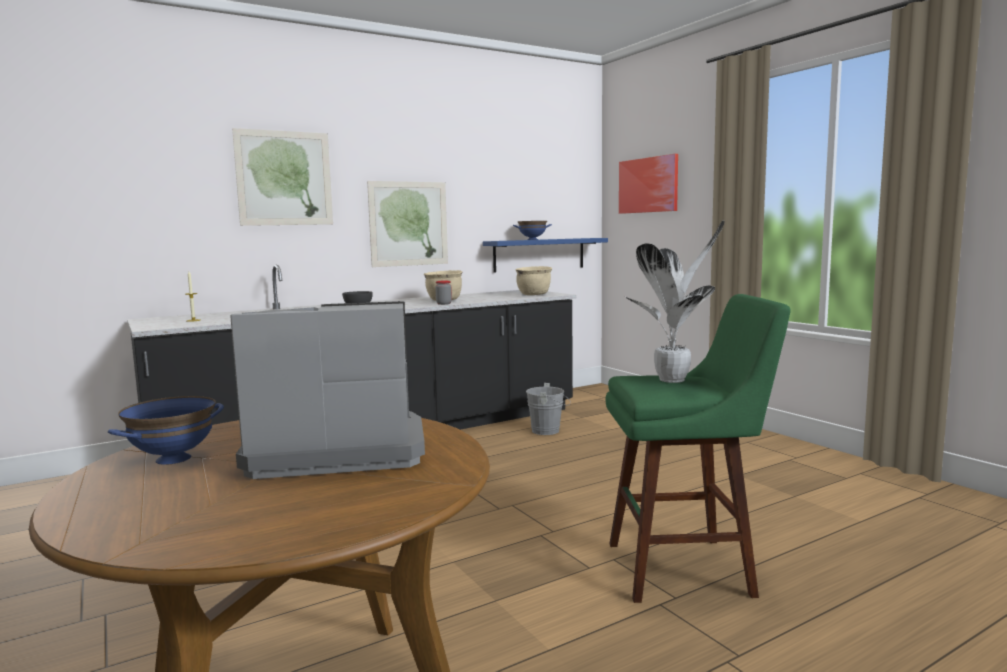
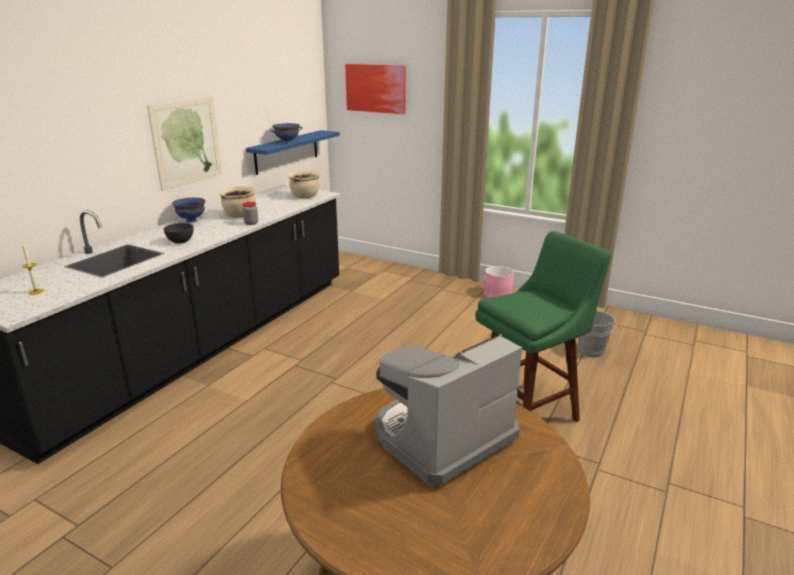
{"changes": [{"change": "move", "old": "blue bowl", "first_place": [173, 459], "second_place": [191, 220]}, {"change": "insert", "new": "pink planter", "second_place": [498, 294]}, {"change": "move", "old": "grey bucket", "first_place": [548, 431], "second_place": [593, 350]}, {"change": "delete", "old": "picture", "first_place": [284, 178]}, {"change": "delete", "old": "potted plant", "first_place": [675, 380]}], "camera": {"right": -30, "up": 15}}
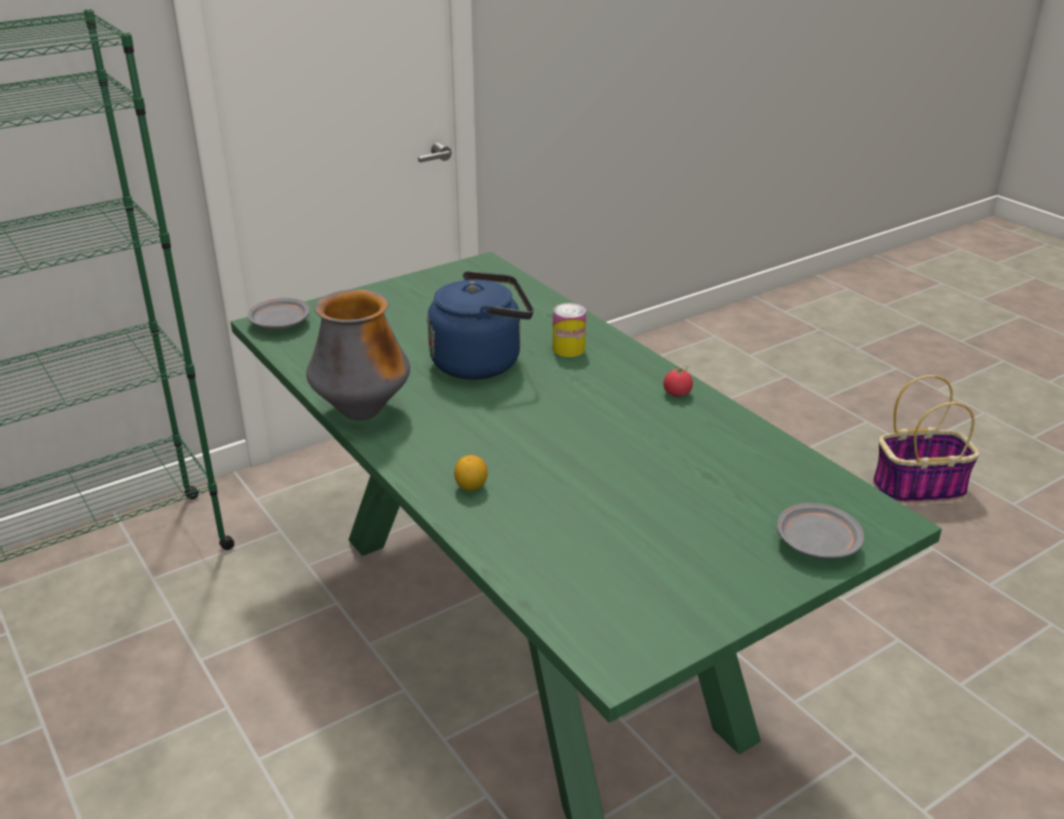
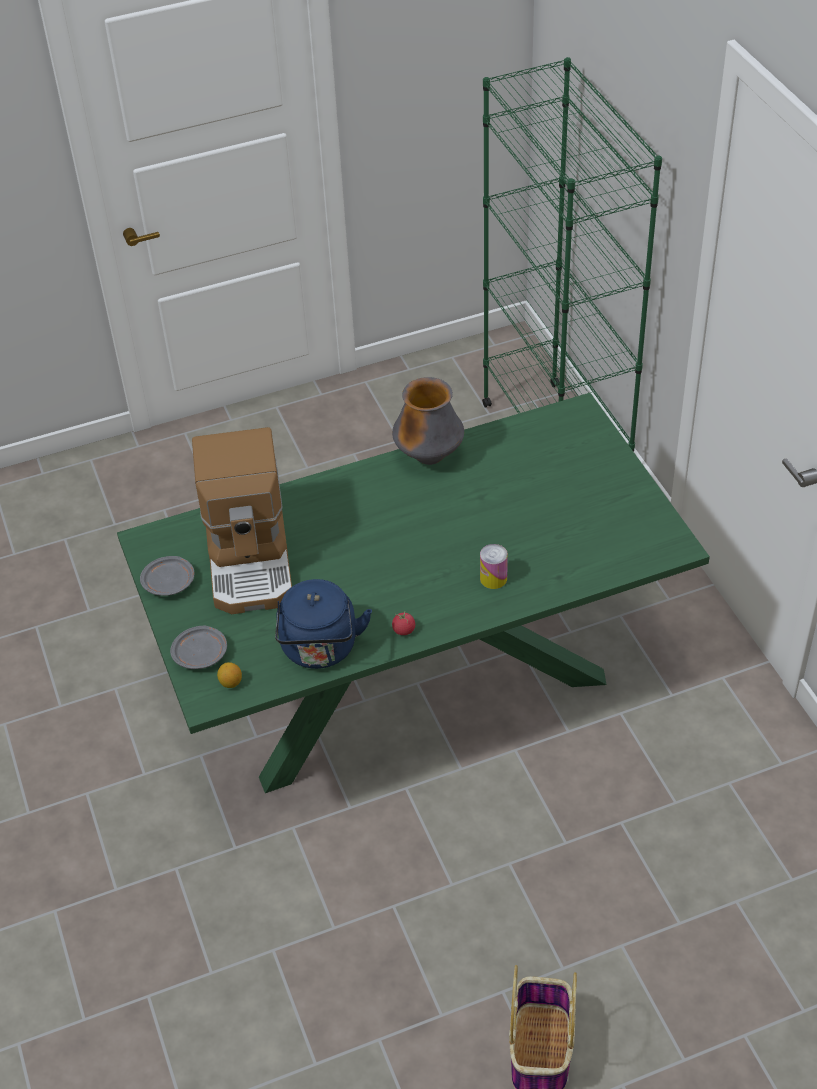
{"changes": [{"change": "move", "old": "grey plate", "first_place": [280, 323], "second_place": [169, 582]}, {"change": "insert", "new": "coffee machine", "second_place": [251, 559]}, {"change": "move", "old": "lemon", "first_place": [471, 487], "second_place": [230, 683]}, {"change": "move", "old": "blue kettle", "first_place": [482, 362], "second_place": [320, 650]}], "camera": {"right": 105, "up": 15}}
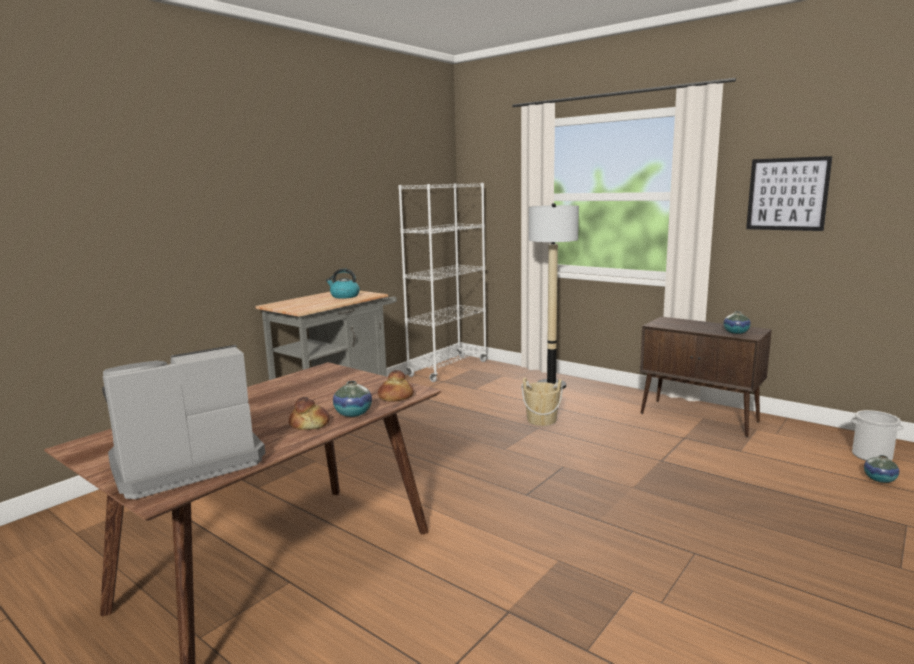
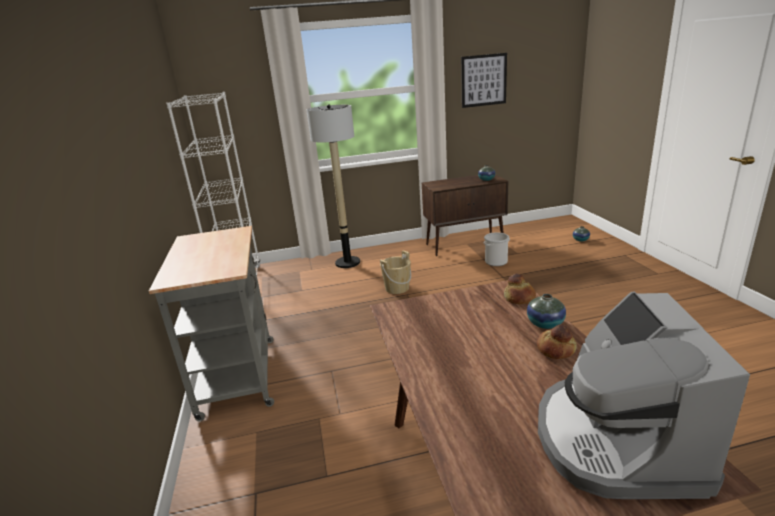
{"changes": [{"change": "move", "old": "bucket", "first_place": [872, 456], "second_place": [496, 261]}, {"change": "delete", "old": "kettle", "first_place": [344, 296]}], "camera": {"right": -50, "up": 10}}
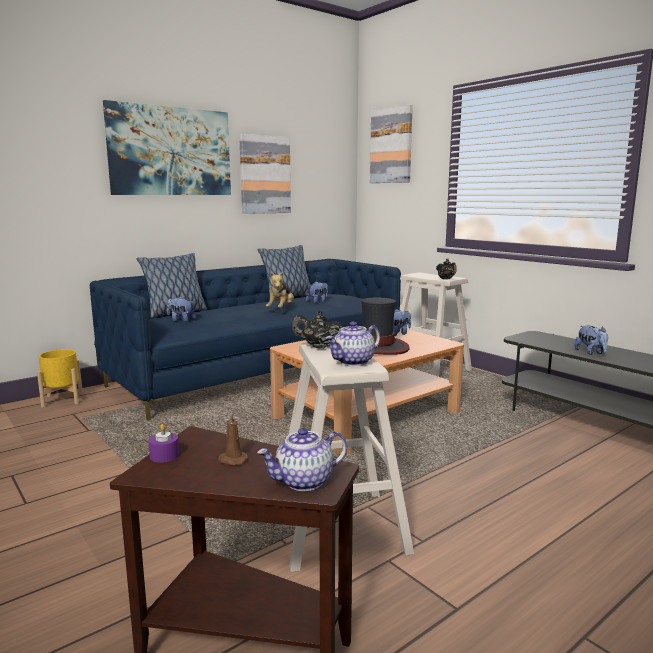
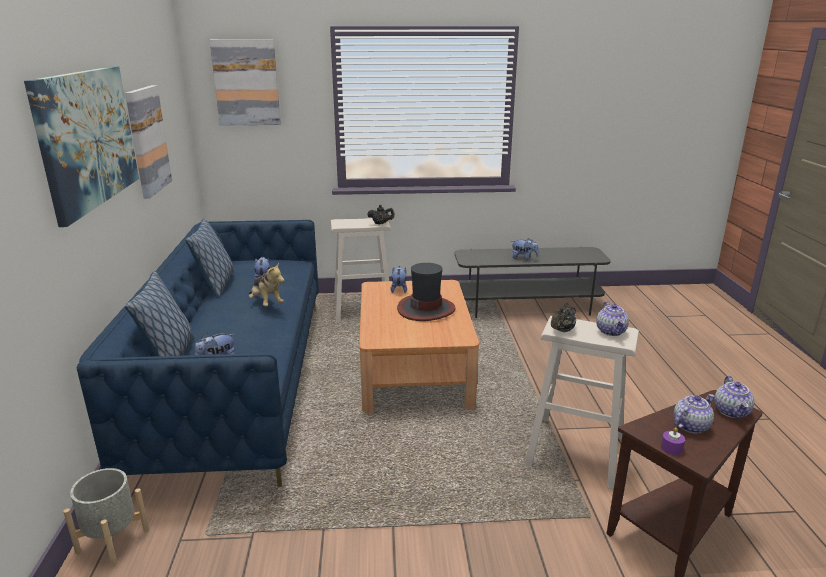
{"changes": [{"change": "recolor", "old": "yellow planter", "new": "grey planter", "first_place": [62, 400], "second_place": [112, 541]}, {"change": "replace", "old": "brown candle", "new": "teapot", "first_place": [232, 460], "second_place": [690, 425]}], "camera": {"right": -55, "up": 10}}
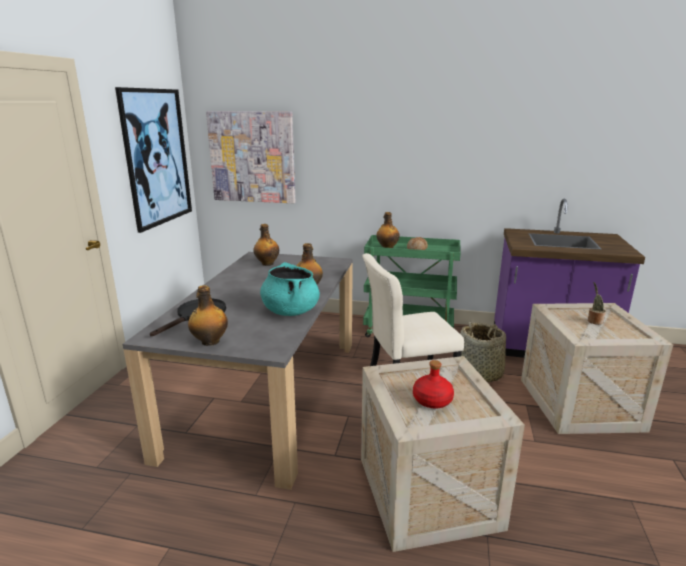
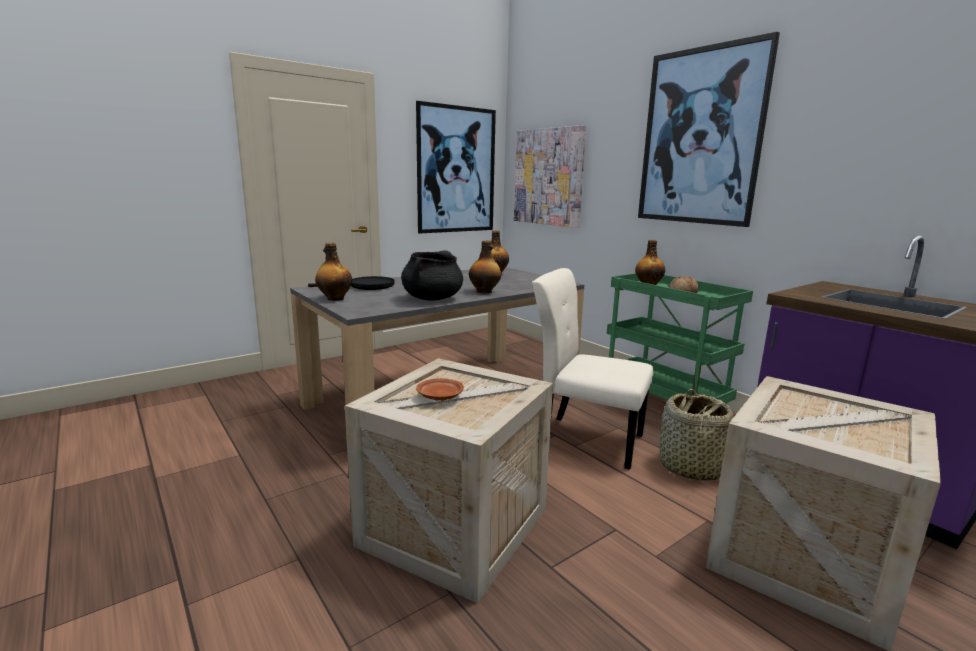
{"changes": [{"change": "recolor", "old": "turquoise cooking pot", "new": "black cooking pot", "first_place": [290, 311], "second_place": [432, 299]}, {"change": "replace", "old": "red bottle", "new": "brown plate", "first_place": [432, 400], "second_place": [439, 396]}, {"change": "insert", "new": "picture", "second_place": [700, 137]}, {"change": "delete", "old": "potted plant", "first_place": [594, 321]}], "camera": {"right": 40, "up": -5}}
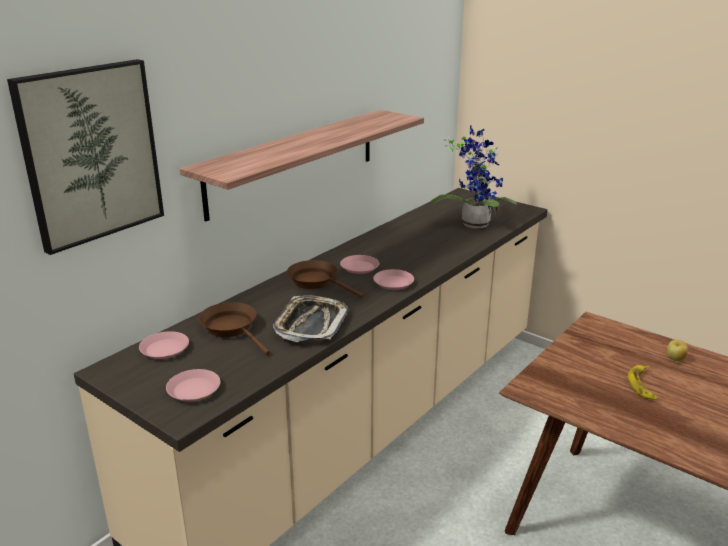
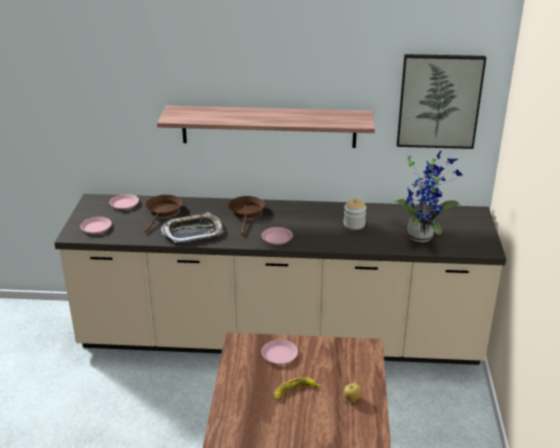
{"changes": [{"change": "move", "old": "pink plate", "first_place": [360, 267], "second_place": [279, 355]}, {"change": "insert", "new": "jar", "second_place": [354, 224]}, {"change": "move", "old": "picture", "first_place": [91, 154], "second_place": [439, 101]}], "camera": {"right": 55, "up": 5}}
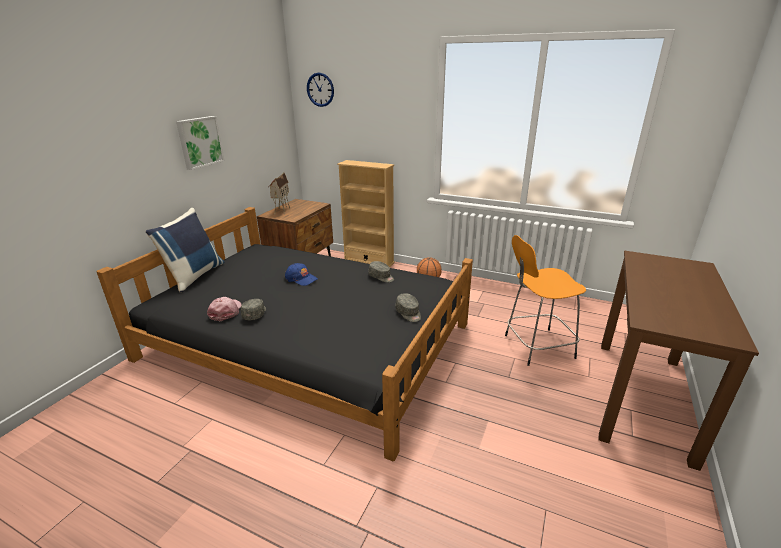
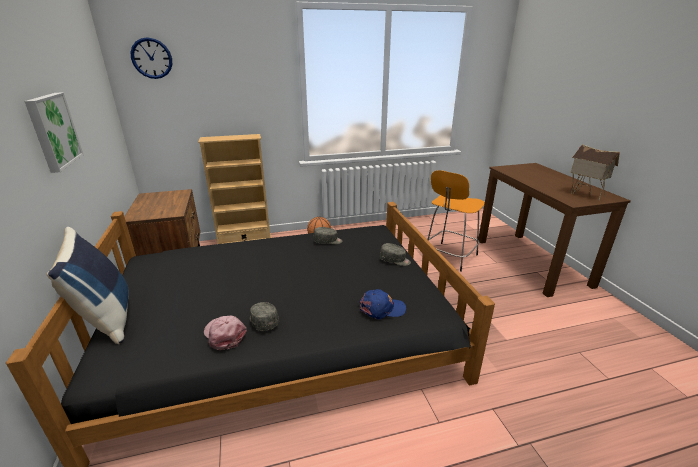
{"changes": [{"change": "move", "old": "blue cap", "first_place": [301, 278], "second_place": [382, 309]}, {"change": "move", "old": "toy house", "first_place": [281, 210], "second_place": [584, 195]}], "camera": {"right": -40, "up": 0}}
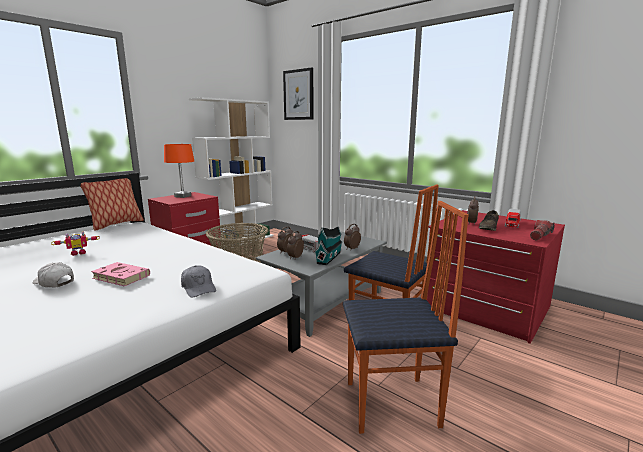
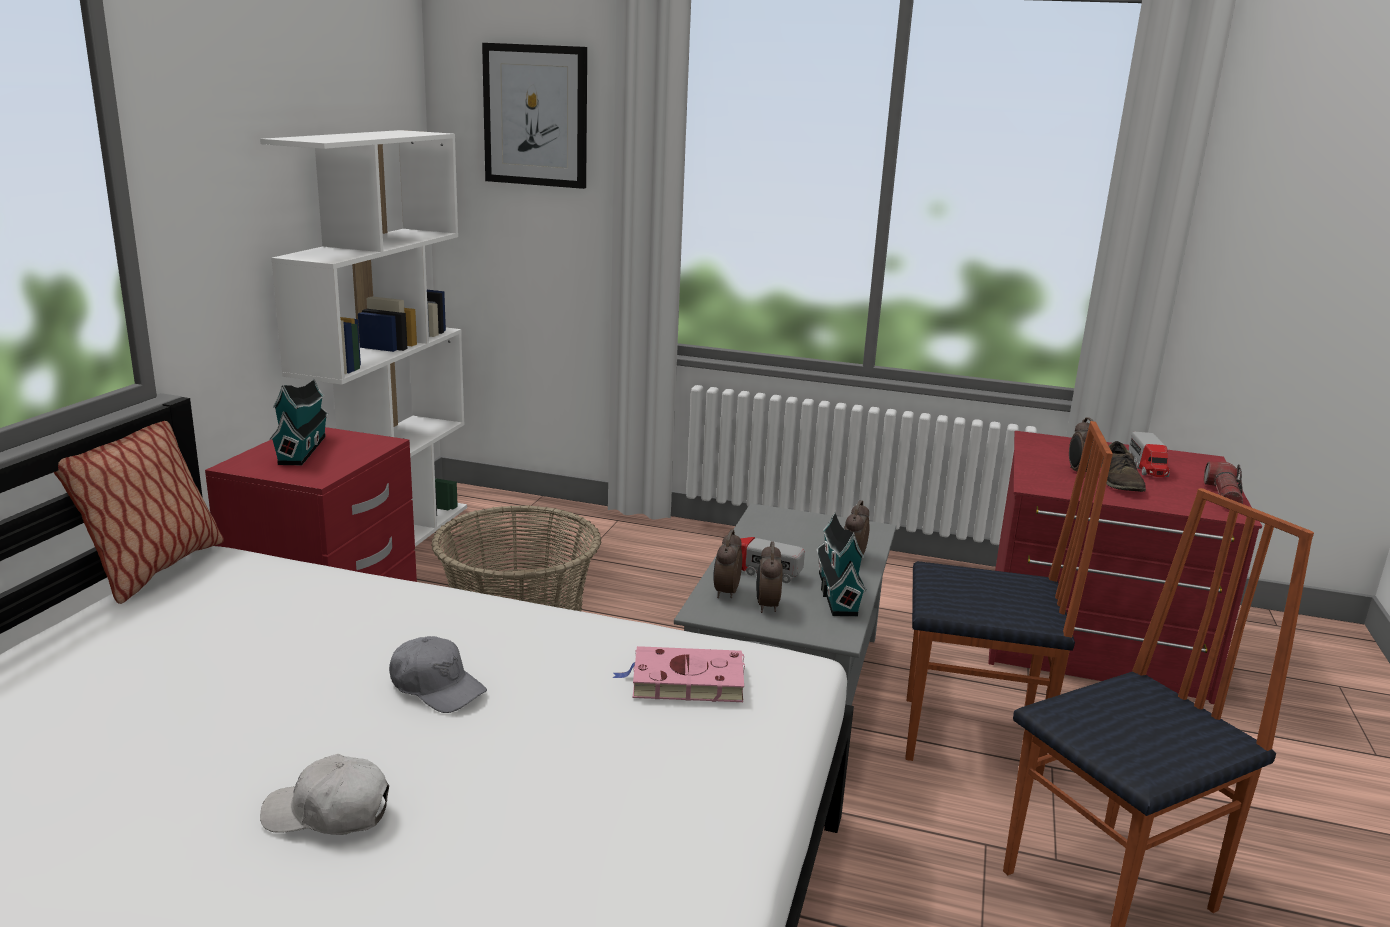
{"changes": [{"change": "replace", "old": "orange table lamp", "new": "toy house", "first_place": [182, 196], "second_place": [303, 449]}, {"change": "move", "old": "grey cap", "first_place": [198, 288], "second_place": [437, 687]}, {"change": "move", "old": "pink book", "first_place": [120, 277], "second_place": [684, 681]}, {"change": "delete", "old": "toy robot", "first_place": [78, 253]}], "camera": {"right": -25, "up": 5}}
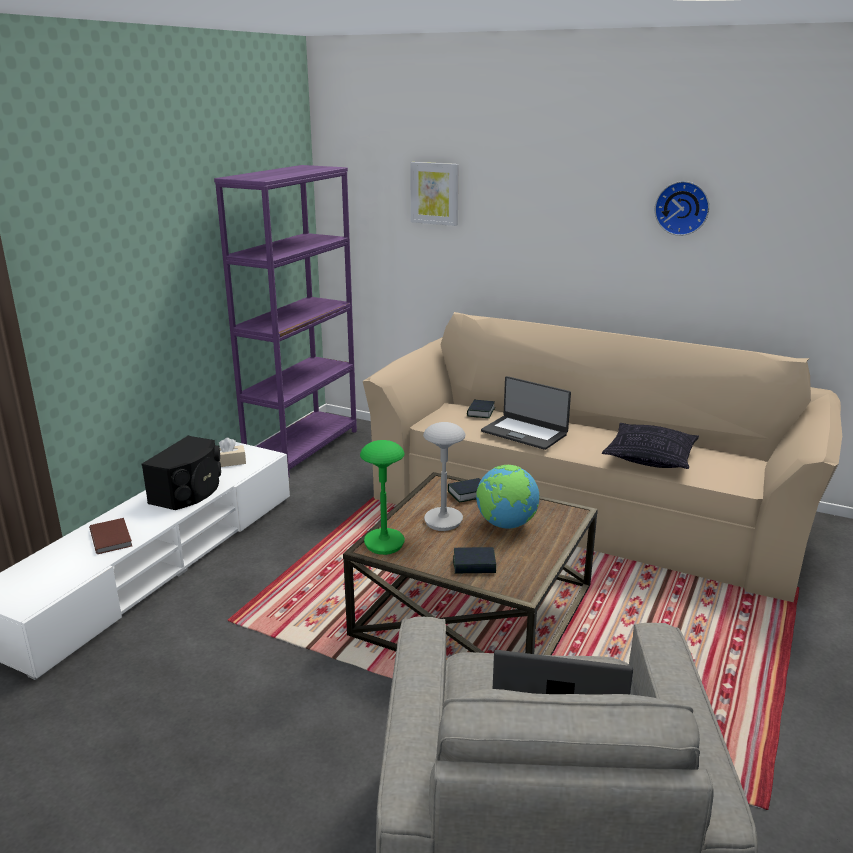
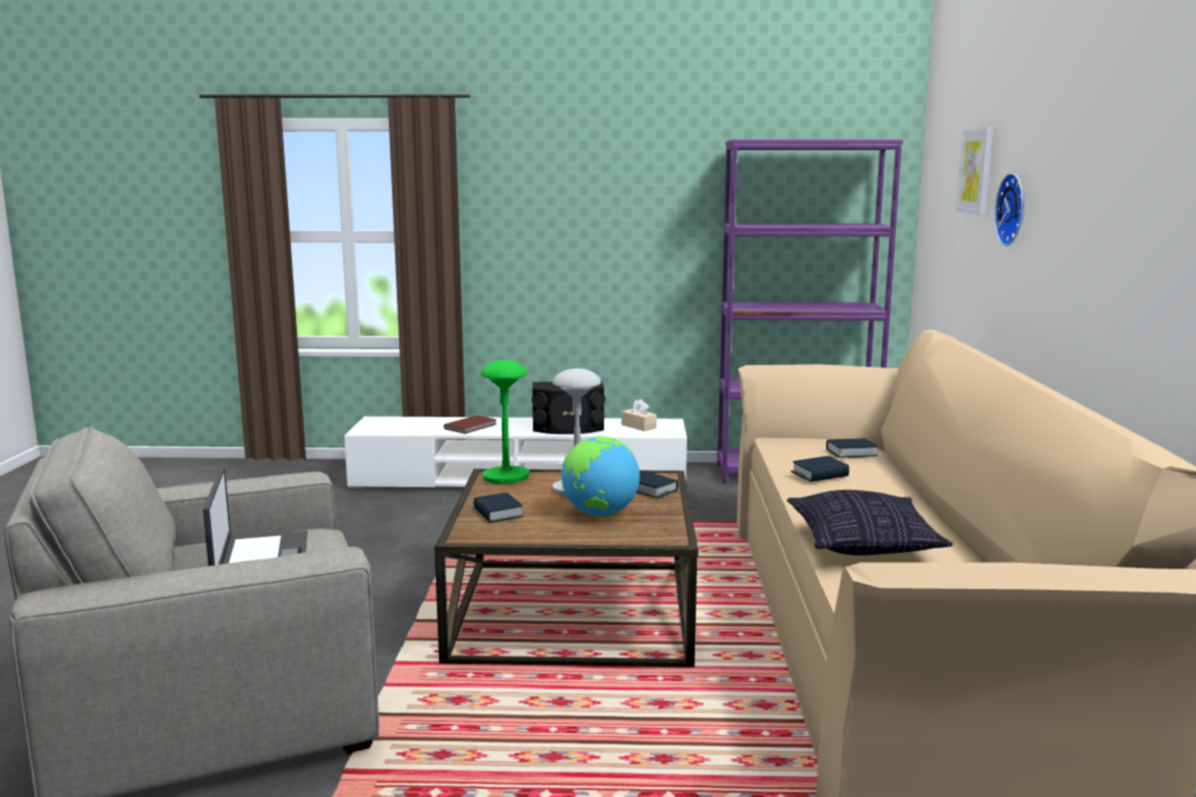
{"changes": [{"change": "replace", "old": "laptop", "new": "book", "first_place": [524, 432], "second_place": [820, 474]}, {"change": "move", "old": "wall clock", "first_place": [682, 208], "second_place": [1014, 209]}], "camera": {"right": 65, "up": -10}}
